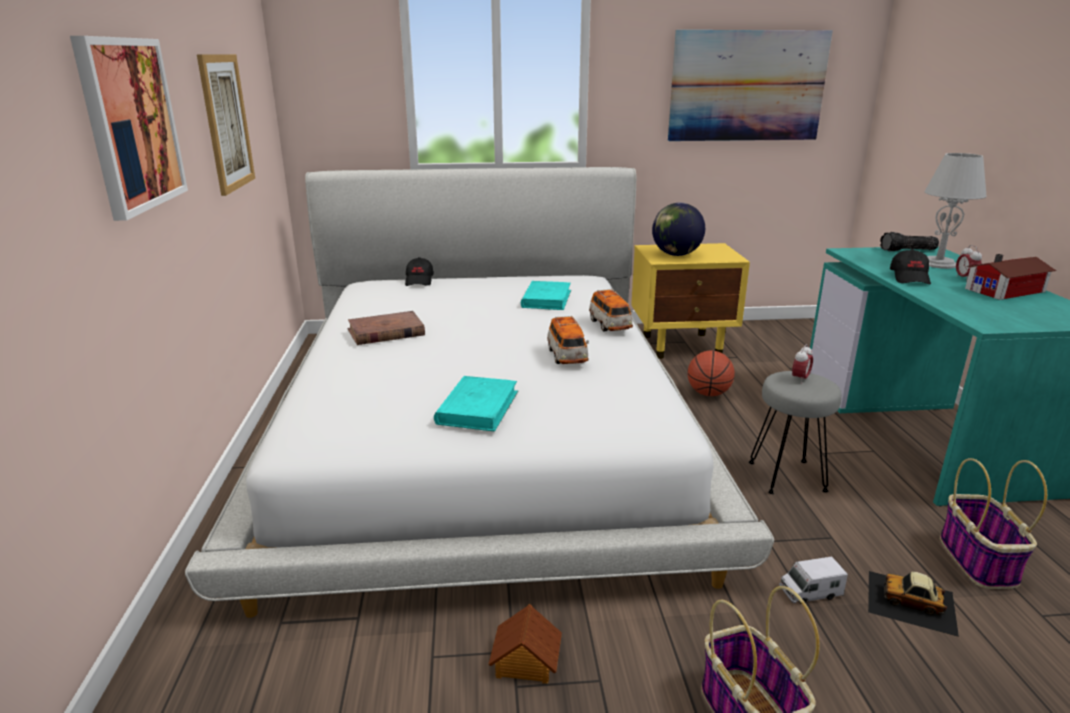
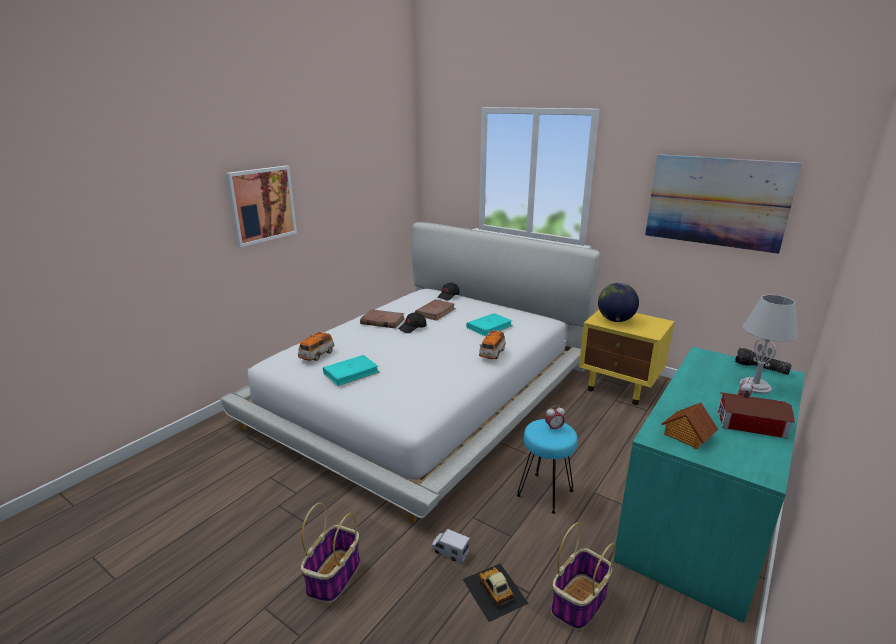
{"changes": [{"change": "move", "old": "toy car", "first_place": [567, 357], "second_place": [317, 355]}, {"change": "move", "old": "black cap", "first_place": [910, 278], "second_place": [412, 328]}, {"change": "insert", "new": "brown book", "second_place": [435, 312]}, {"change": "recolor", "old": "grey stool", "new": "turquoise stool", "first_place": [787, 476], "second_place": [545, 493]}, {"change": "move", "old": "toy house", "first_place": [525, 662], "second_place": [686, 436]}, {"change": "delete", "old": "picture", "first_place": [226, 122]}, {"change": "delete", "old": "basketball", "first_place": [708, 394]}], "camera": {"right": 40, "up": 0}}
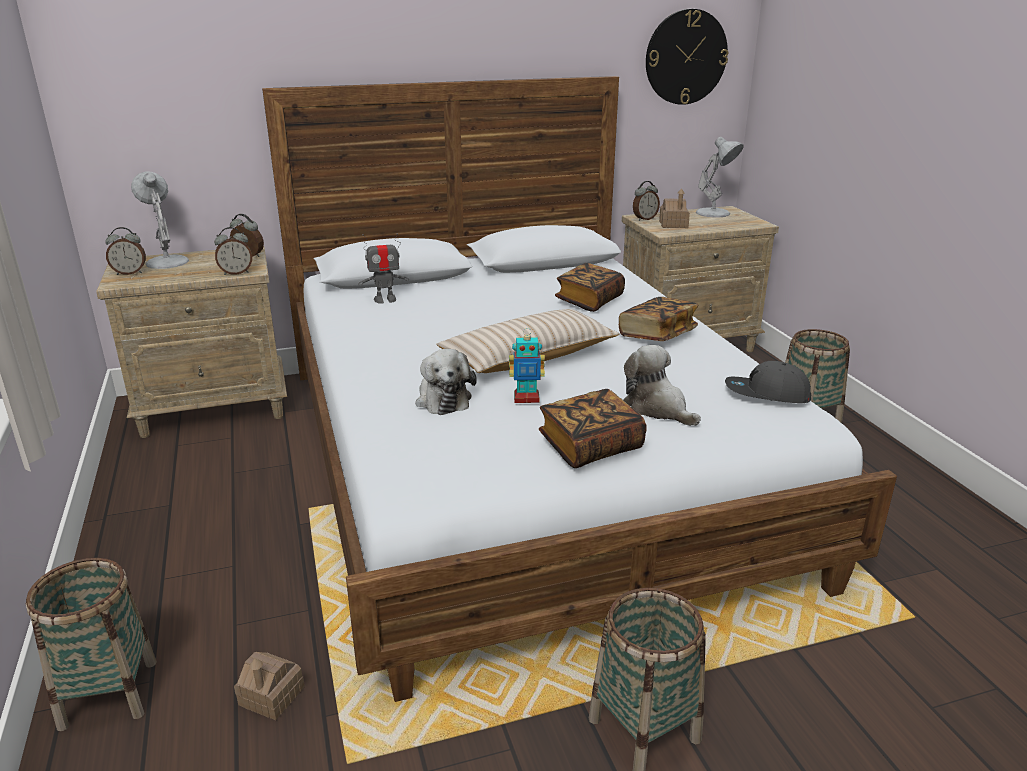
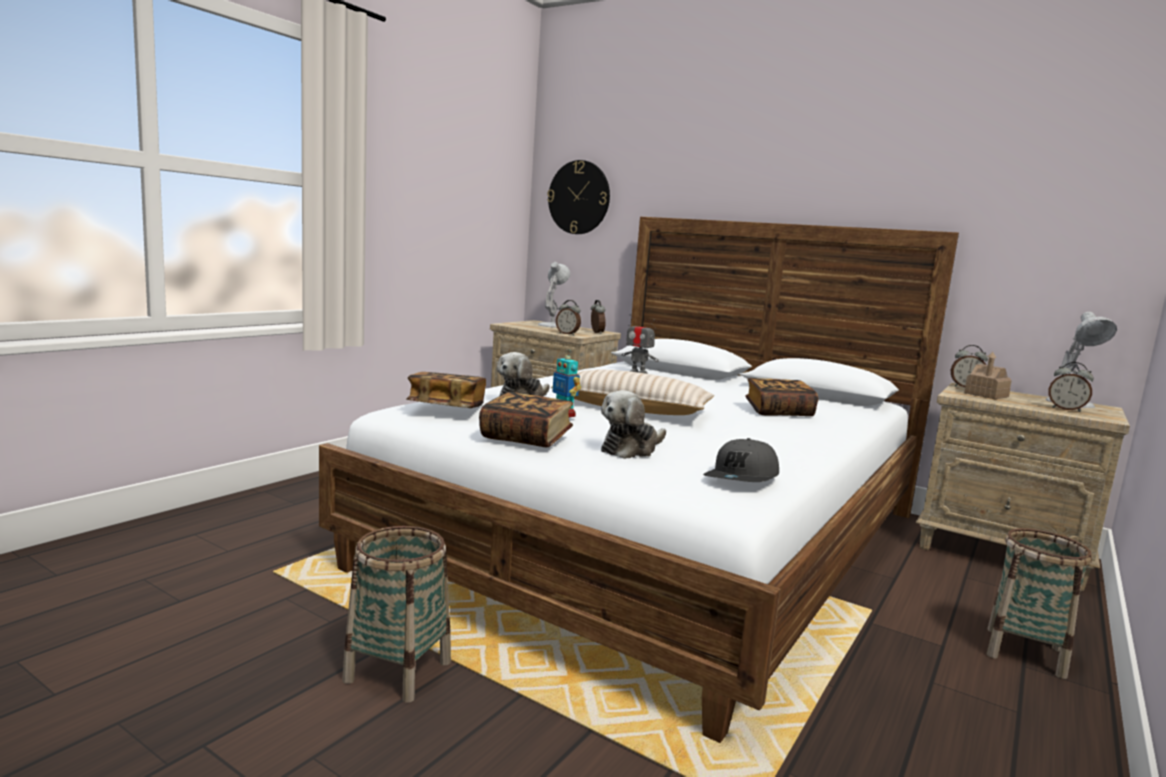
{"changes": [{"change": "move", "old": "book", "first_place": [657, 335], "second_place": [446, 407]}, {"change": "move", "old": "wall clock", "first_place": [686, 57], "second_place": [579, 197]}, {"change": "rotate", "old": "plush toy", "first_place": [658, 408], "second_place": [631, 449], "degrees": -150}, {"change": "rotate", "old": "grey cap", "first_place": [766, 394], "second_place": [743, 479], "degrees": -120}, {"change": "move", "old": "alarm clock", "first_place": [130, 273], "second_place": [1066, 409]}, {"change": "delete", "old": "basket", "first_place": [108, 693]}, {"change": "delete", "old": "toy house", "first_place": [271, 696]}], "camera": {"right": 50, "up": -15}}
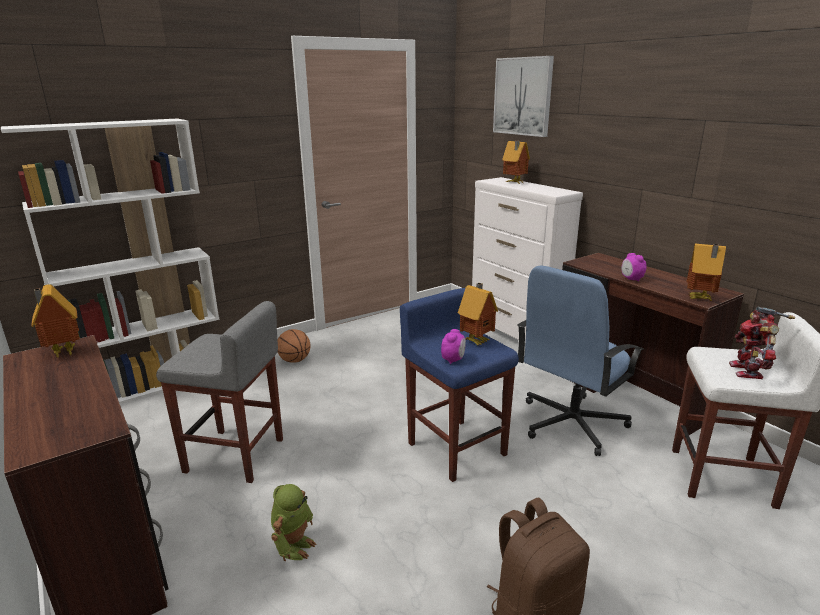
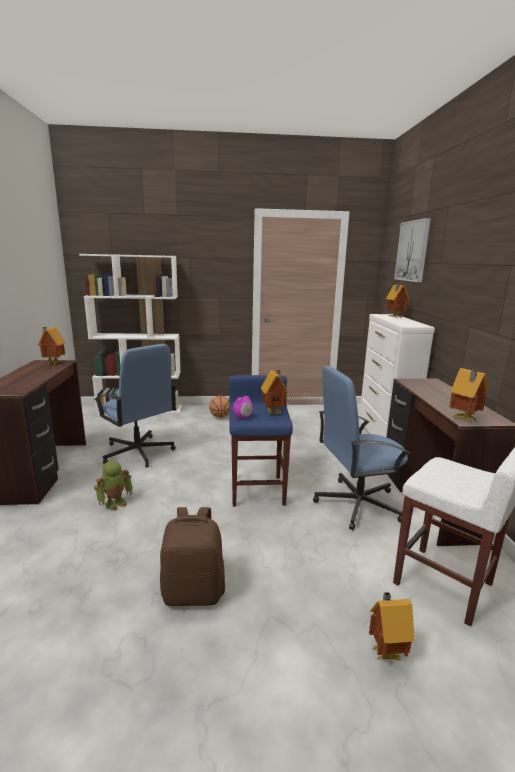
{"changes": [{"change": "replace", "old": "grey stool", "new": "blue office chair", "first_place": [236, 455], "second_place": [138, 452]}, {"change": "insert", "new": "toy house", "second_place": [385, 652]}, {"change": "delete", "old": "alarm clock", "first_place": [631, 279]}, {"change": "delete", "old": "toy robot", "first_place": [748, 371]}], "camera": {"right": 30, "up": -5}}
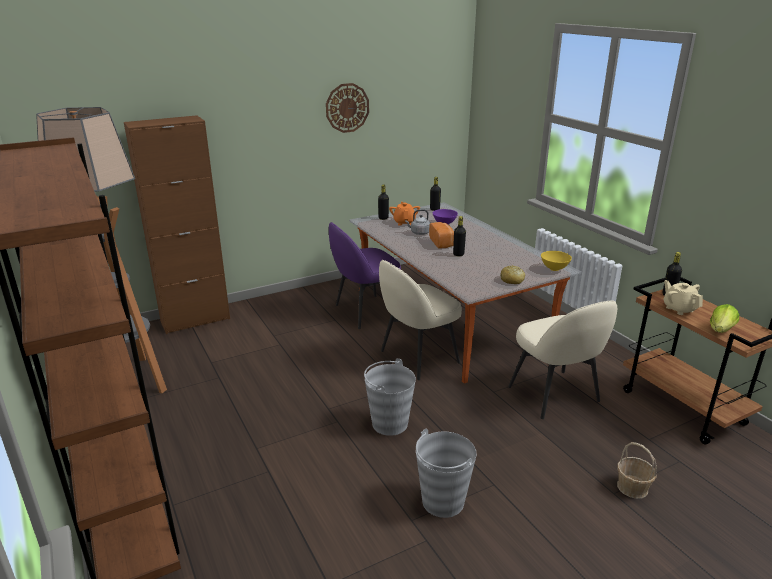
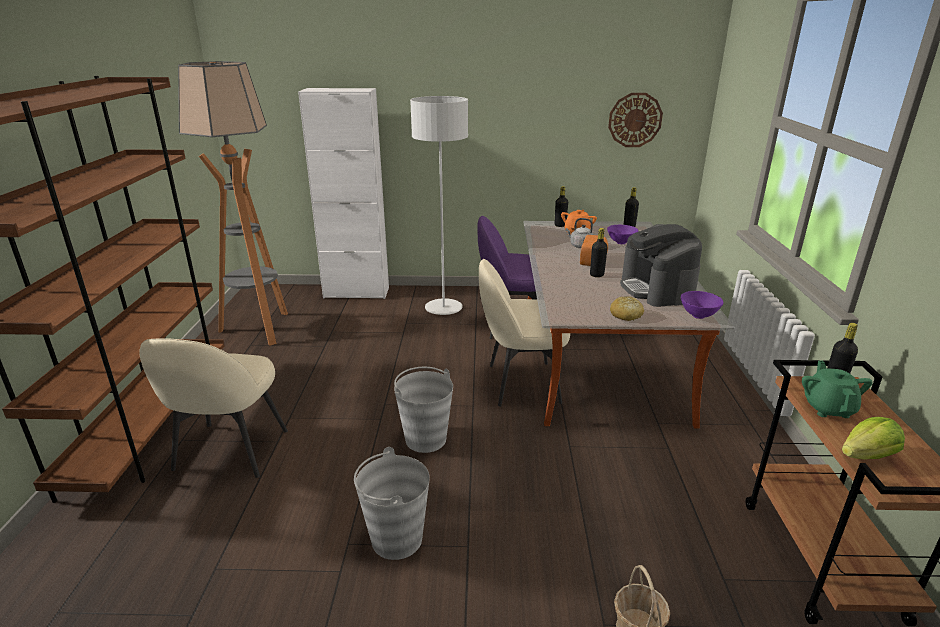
{"changes": [{"change": "move", "old": "beige chair", "first_place": [555, 395], "second_place": [230, 452]}, {"change": "recolor", "old": "brown cabinet", "new": "white cabinet", "first_place": [195, 320], "second_place": [356, 293]}, {"change": "insert", "new": "grey floor lamp", "second_place": [443, 308]}, {"change": "move", "old": "wall clock", "first_place": [347, 108], "second_place": [635, 120]}, {"change": "insert", "new": "coffee machine", "second_place": [657, 289]}, {"change": "recolor", "old": "yellow bowl", "new": "purple bowl", "first_place": [554, 269], "second_place": [699, 316]}, {"change": "recolor", "old": "beige teapot", "new": "green teapot", "first_place": [679, 309], "second_place": [828, 408]}], "camera": {"right": 30, "up": 0}}
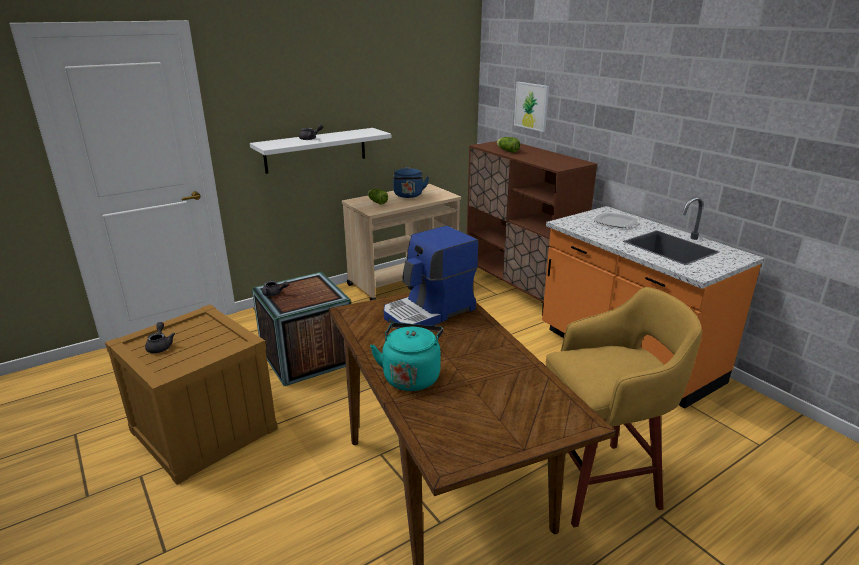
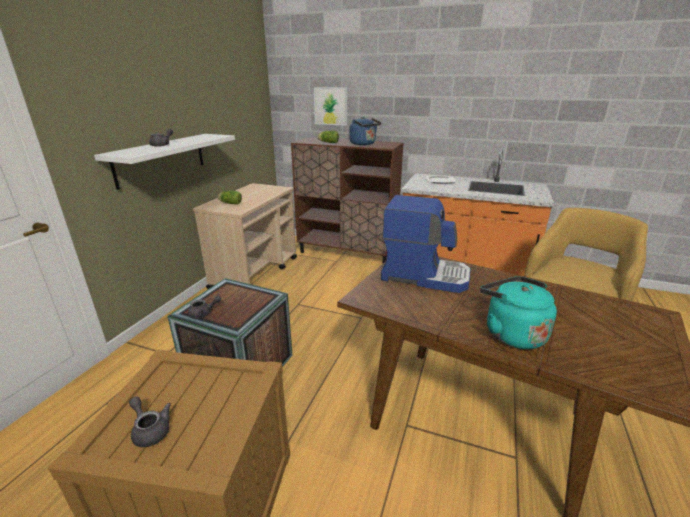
{"changes": [{"change": "move", "old": "blue kettle", "first_place": [408, 195], "second_place": [364, 144]}, {"change": "rotate", "old": "coffee machine", "first_place": [429, 312], "second_place": [424, 275], "degrees": -90}], "camera": {"right": -35, "up": 0}}
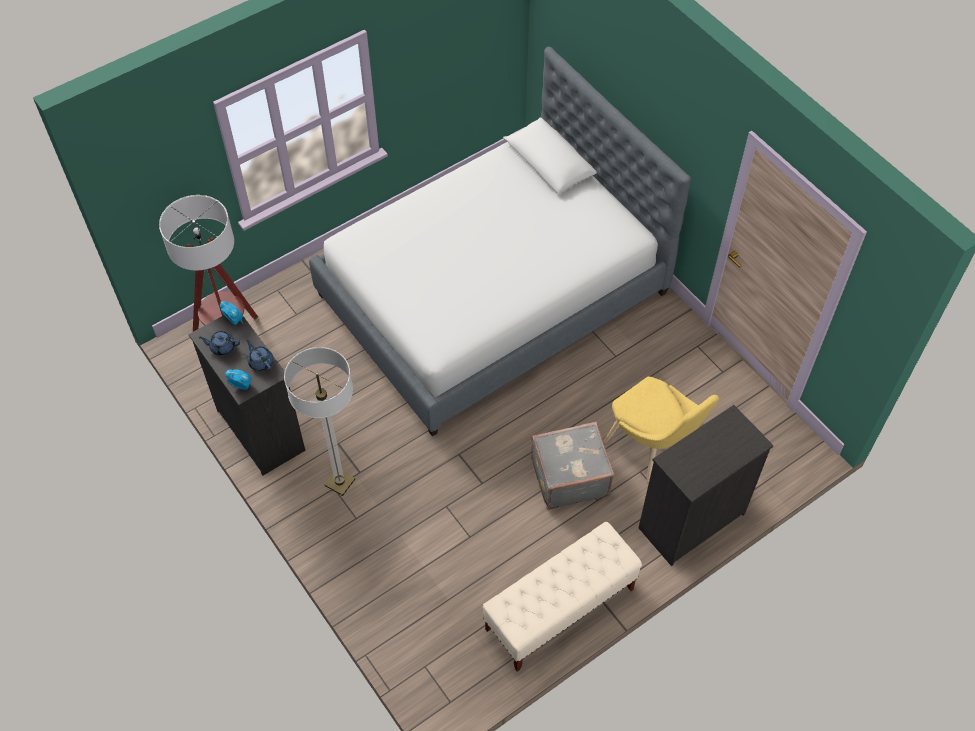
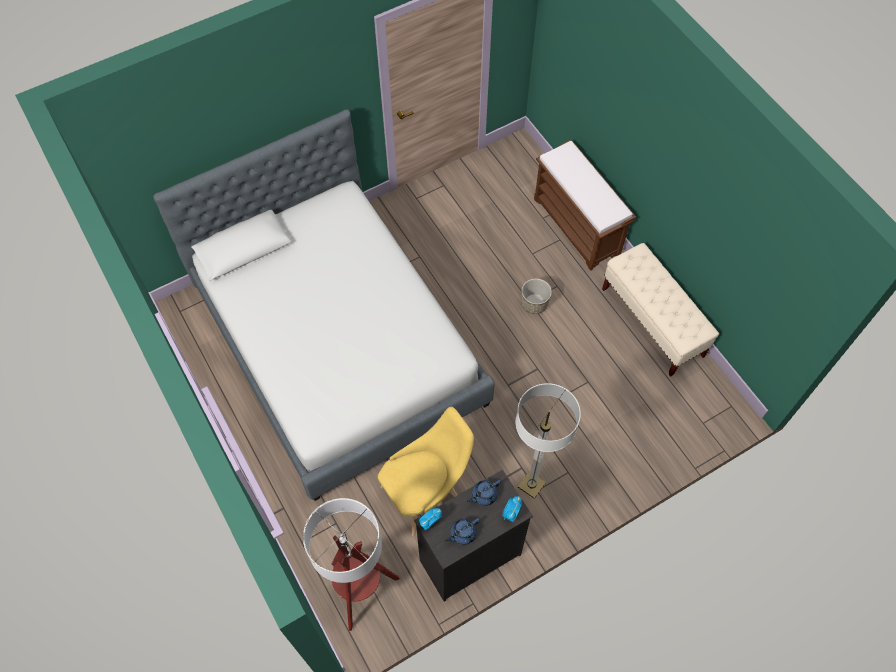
{"changes": [{"change": "move", "old": "yellow chair", "first_place": [652, 449], "second_place": [426, 492]}, {"change": "rotate", "old": "blue teapot", "first_place": [222, 347], "second_place": [462, 533], "degrees": 45}, {"change": "replace", "old": "grey suitcase", "new": "planter", "first_place": [568, 476], "second_place": [534, 304]}, {"change": "replace", "old": "black dresser", "new": "brown bench", "first_place": [690, 521], "second_place": [577, 226]}], "camera": {"right": -85, "up": 5}}
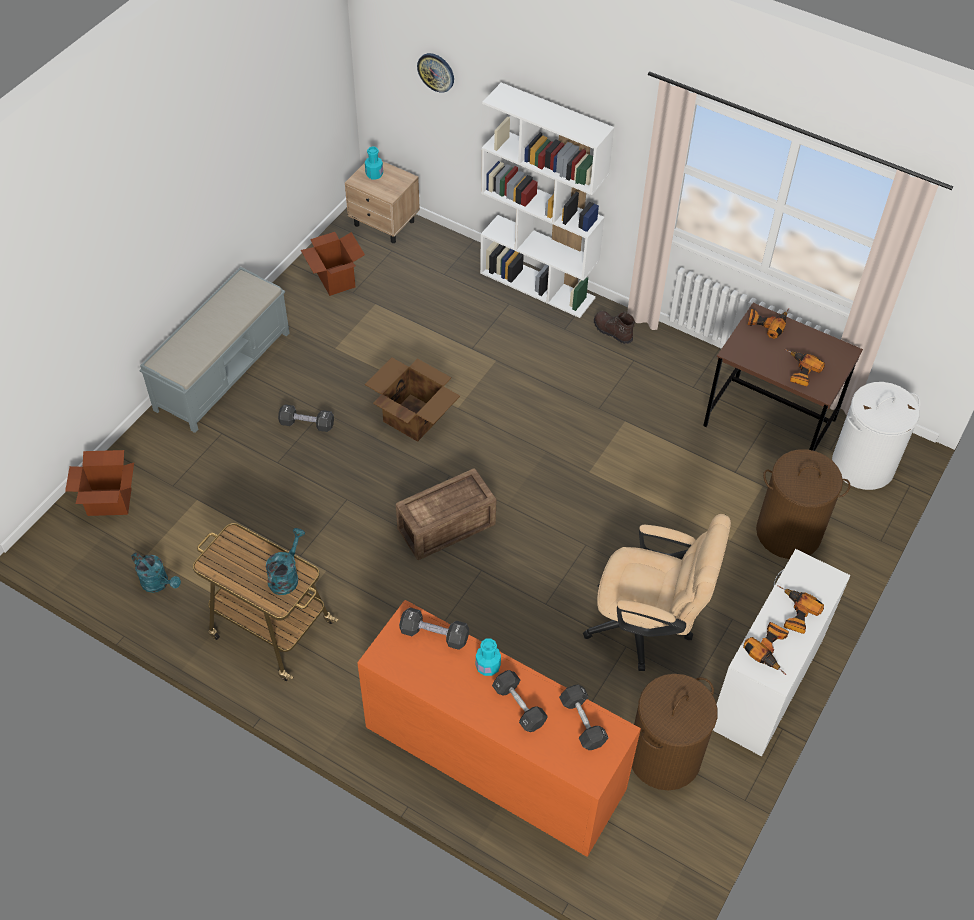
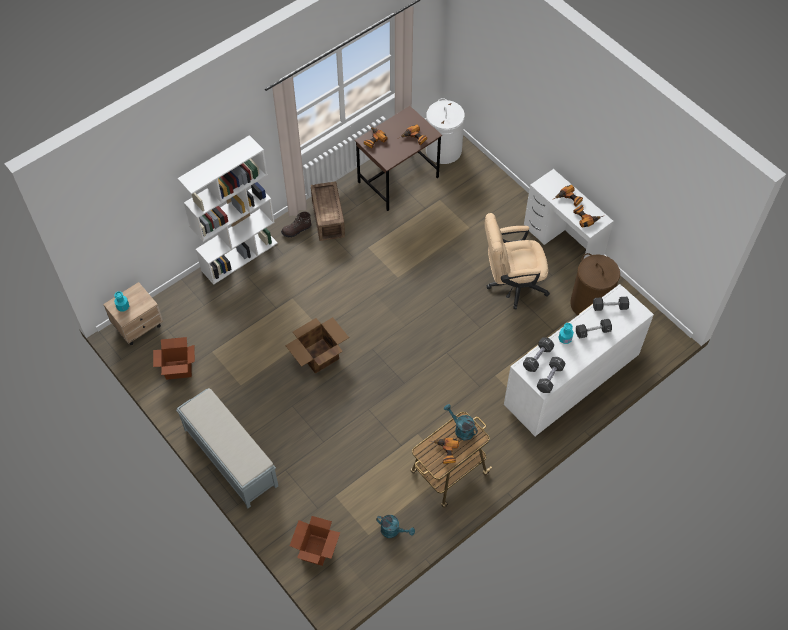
{"changes": [{"change": "move", "old": "crate", "first_place": [448, 527], "second_place": [329, 218]}, {"change": "rotate", "old": "turquoise watering can", "first_place": [159, 584], "second_place": [393, 531], "degrees": 60}, {"change": "insert", "new": "power drill", "second_place": [445, 452]}, {"change": "rotate", "old": "beige office chair", "first_place": [648, 627], "second_place": [511, 284], "degrees": -135}, {"change": "recolor", "old": "orange dresser", "new": "white dresser", "first_place": [493, 761], "second_place": [570, 382]}, {"change": "move", "old": "black dumbbell", "first_place": [307, 424], "second_place": [550, 378]}, {"change": "delete", "old": "wall clock", "first_place": [436, 72]}, {"change": "delete", "old": "brown laundry basket", "first_place": [788, 533]}], "camera": {"right": -70, "up": 5}}
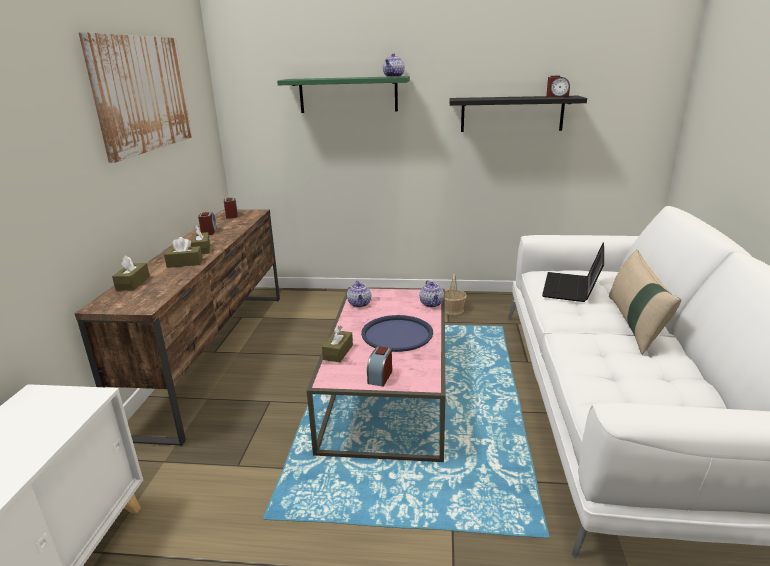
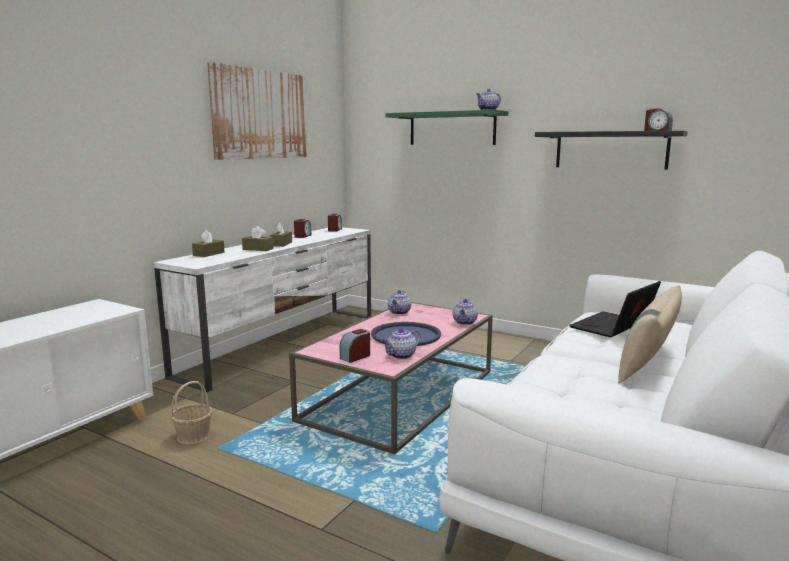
{"changes": [{"change": "recolor", "old": "brown tv stand", "new": "white tv stand", "first_place": [216, 354], "second_place": [284, 343]}, {"change": "move", "old": "basket", "first_place": [453, 310], "second_place": [194, 436]}, {"change": "insert", "new": "teapot", "second_place": [401, 356]}, {"change": "delete", "old": "brown tissue box", "first_place": [338, 352]}], "camera": {"right": 25, "up": -10}}
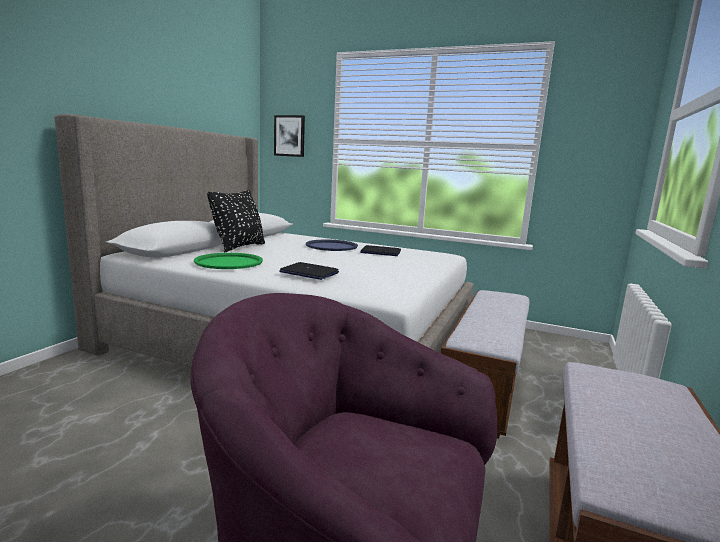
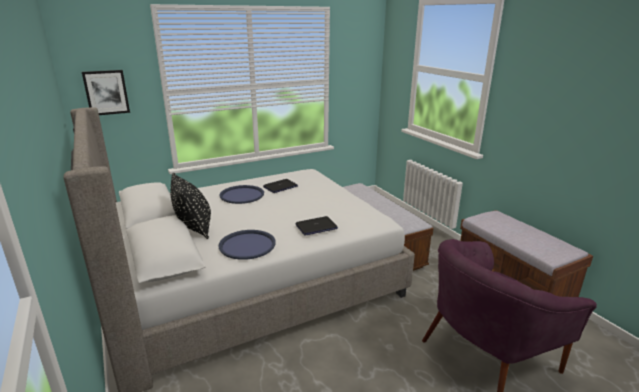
{"changes": [{"change": "recolor", "old": "green tray", "new": "blue tray", "first_place": [229, 262], "second_place": [247, 245]}], "camera": {"right": -50, "up": 10}}
